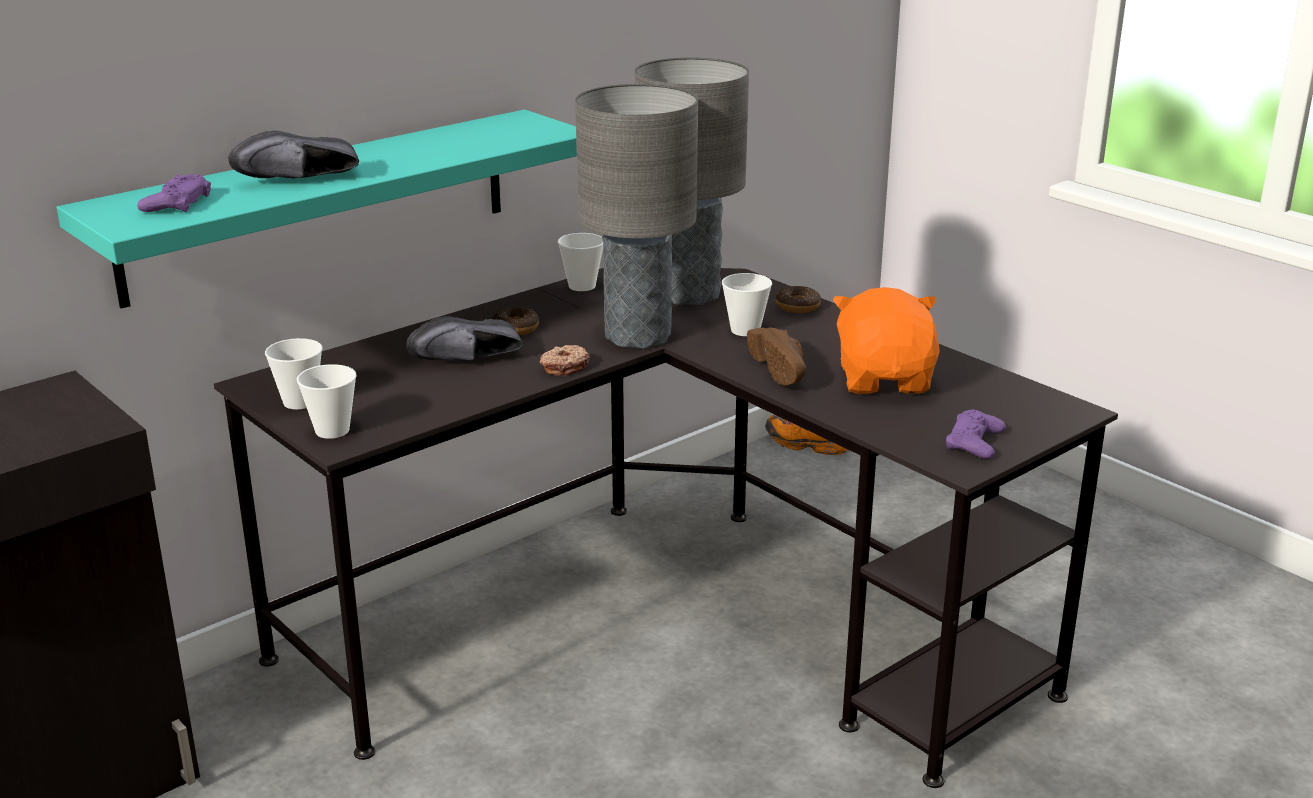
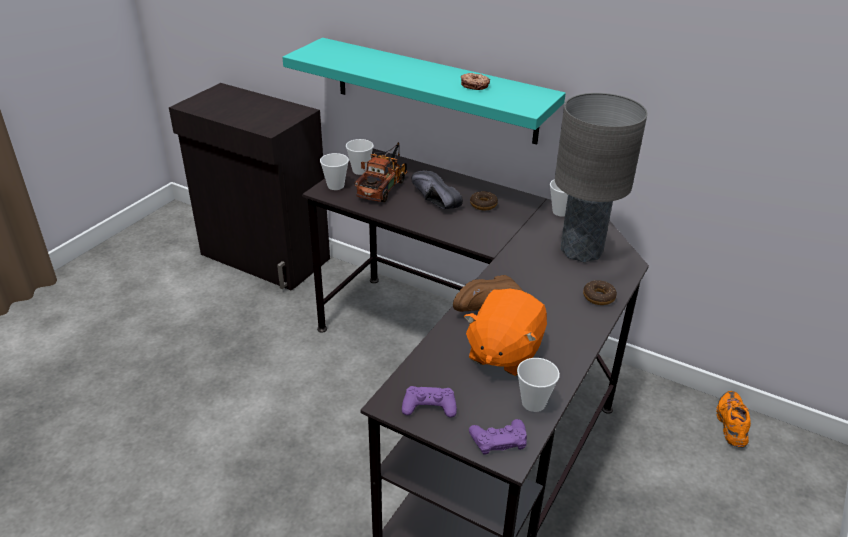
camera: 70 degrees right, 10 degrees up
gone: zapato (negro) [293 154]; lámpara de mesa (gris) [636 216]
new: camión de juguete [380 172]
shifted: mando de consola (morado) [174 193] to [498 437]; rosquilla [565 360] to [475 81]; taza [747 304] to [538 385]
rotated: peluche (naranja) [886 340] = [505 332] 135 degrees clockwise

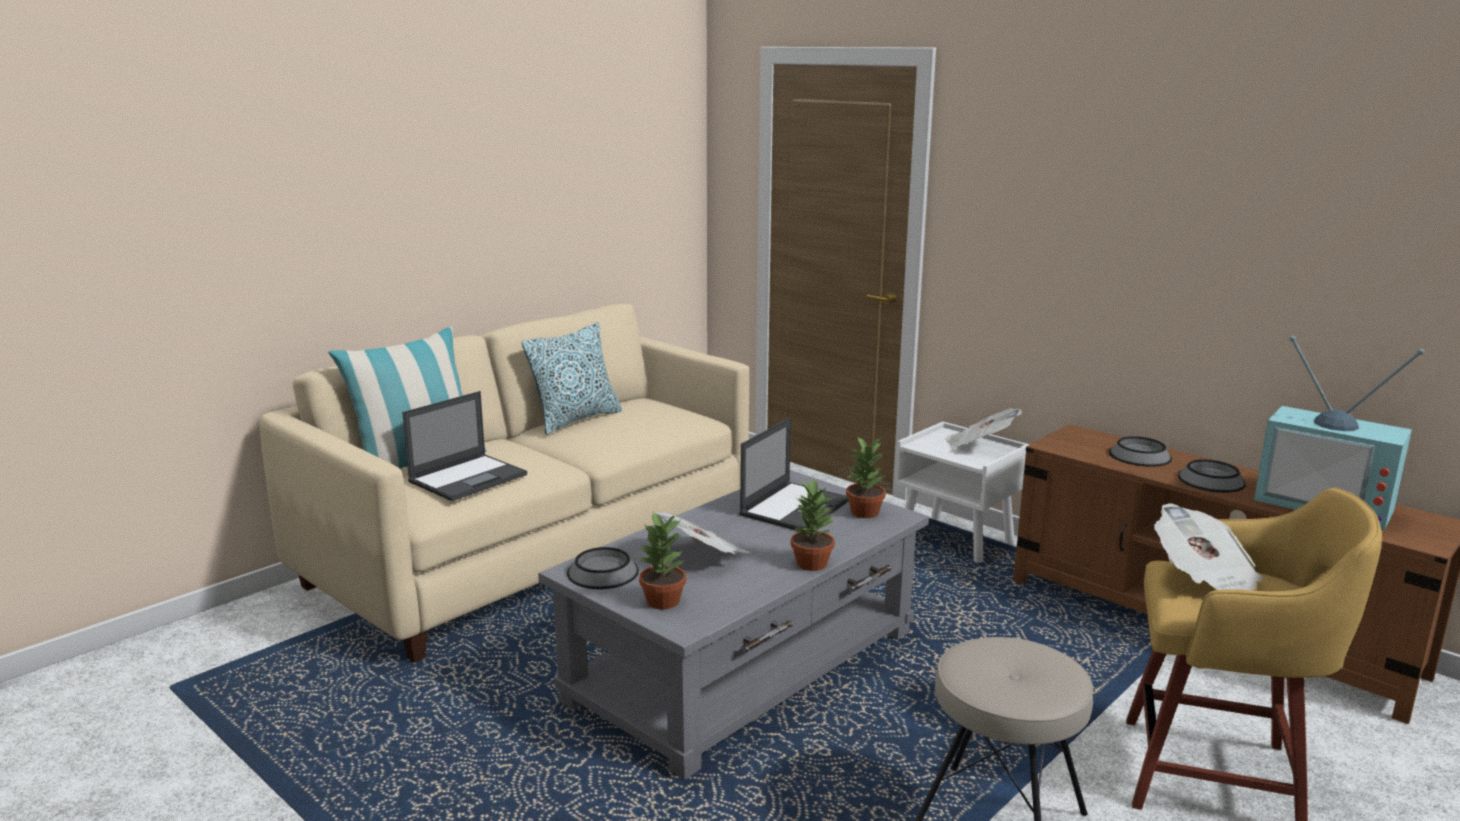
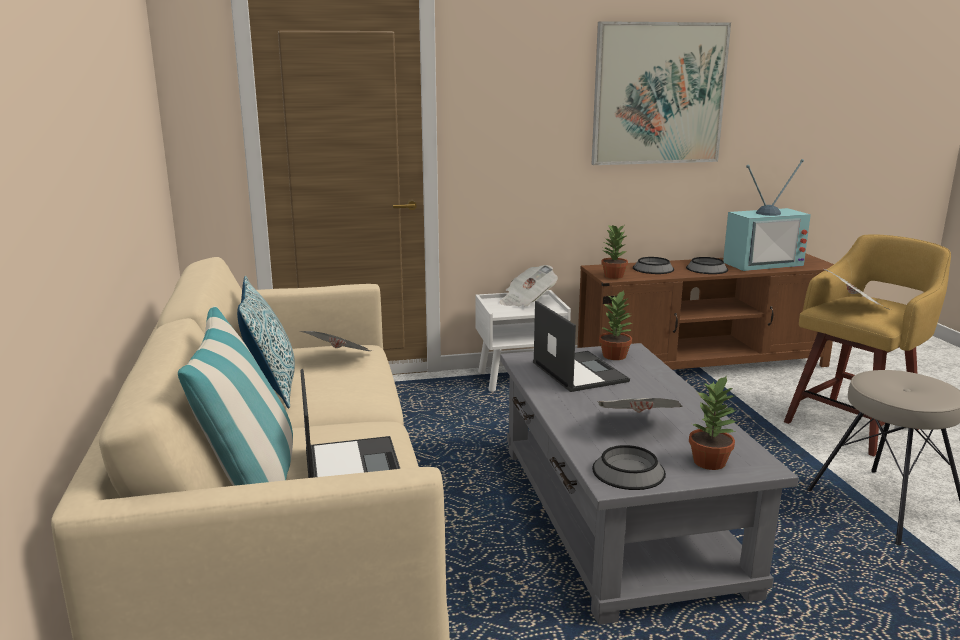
camera: 55 degrees left, 0 degrees up
new: periódico [337 341]; cuadro [661 93]
shifted: planta en maceta [813 524] to [614 252]

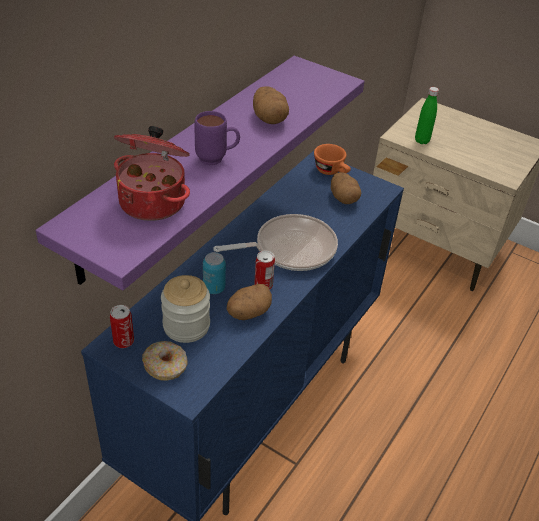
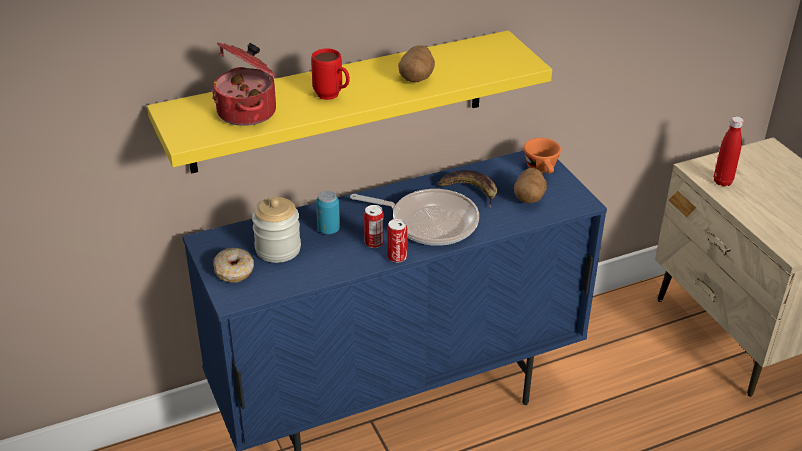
camera: 35 degrees right, 5 degrees down
gone: patata [249 302]
new: plátano [467 189]
shifted: lata [122 326] to [397 241]
repainted: estante (morado) [200 173] to estante (amarillo) [349 102]; taza grande (morado) [217 138] to taza grande (rojo) [330 74]; botella (verde) [427 115] to botella (rojo) [729 151]

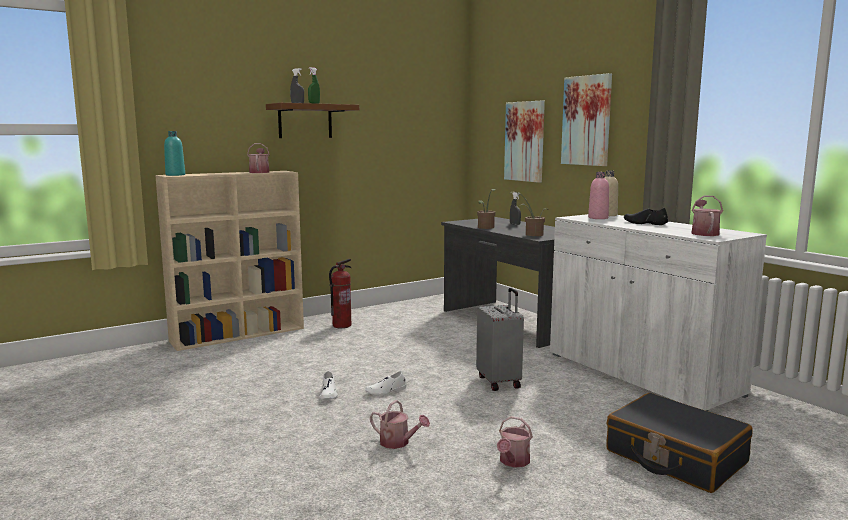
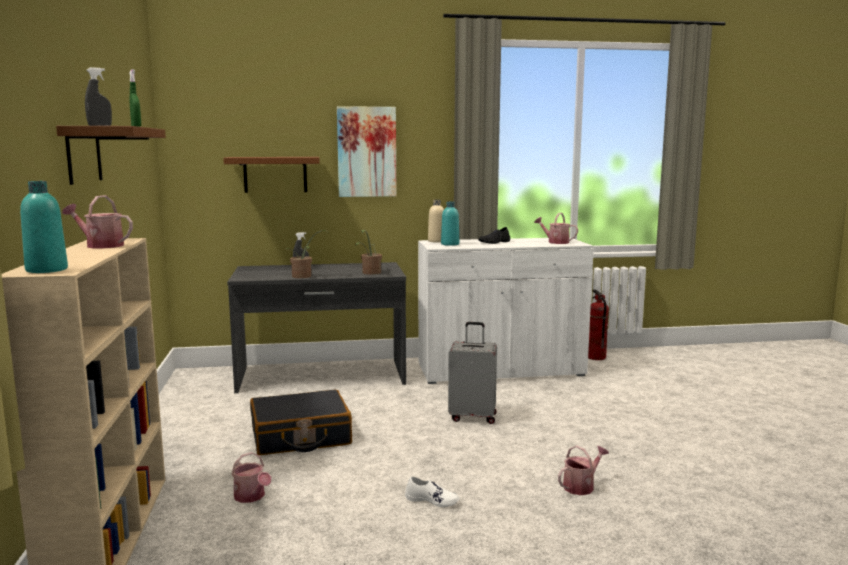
camera: 65 degrees left, 0 degrees up
gone: zapato (blanco) [385 383]
shifted: extintor [340 293] to [598 324]; regadera [515 442] to [251 477]; maleta (negro) [679 443] to [301 422]
swapped: cuadro [524 141] to estante (marrón) [271 175]
repainted: botella (rosa) [598 195] to botella (turquesa) [450 223]

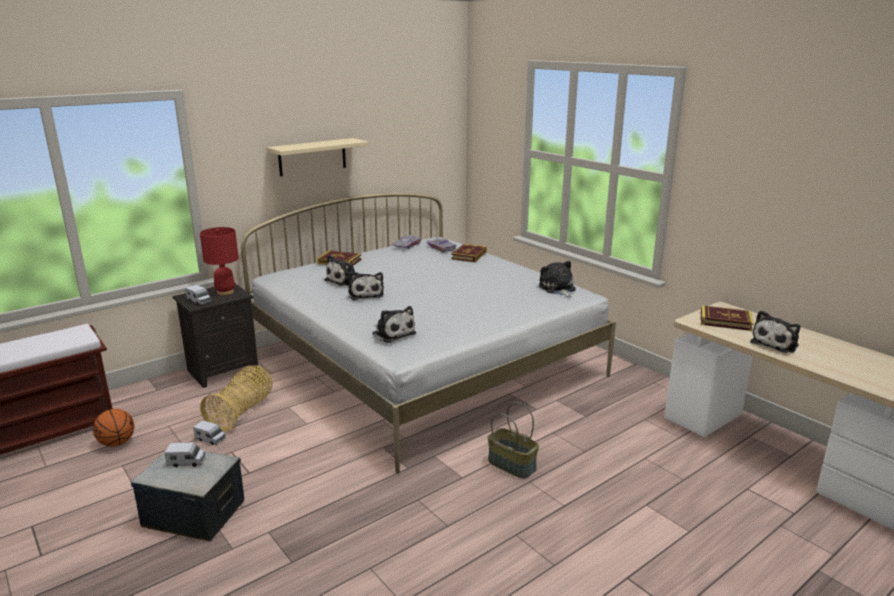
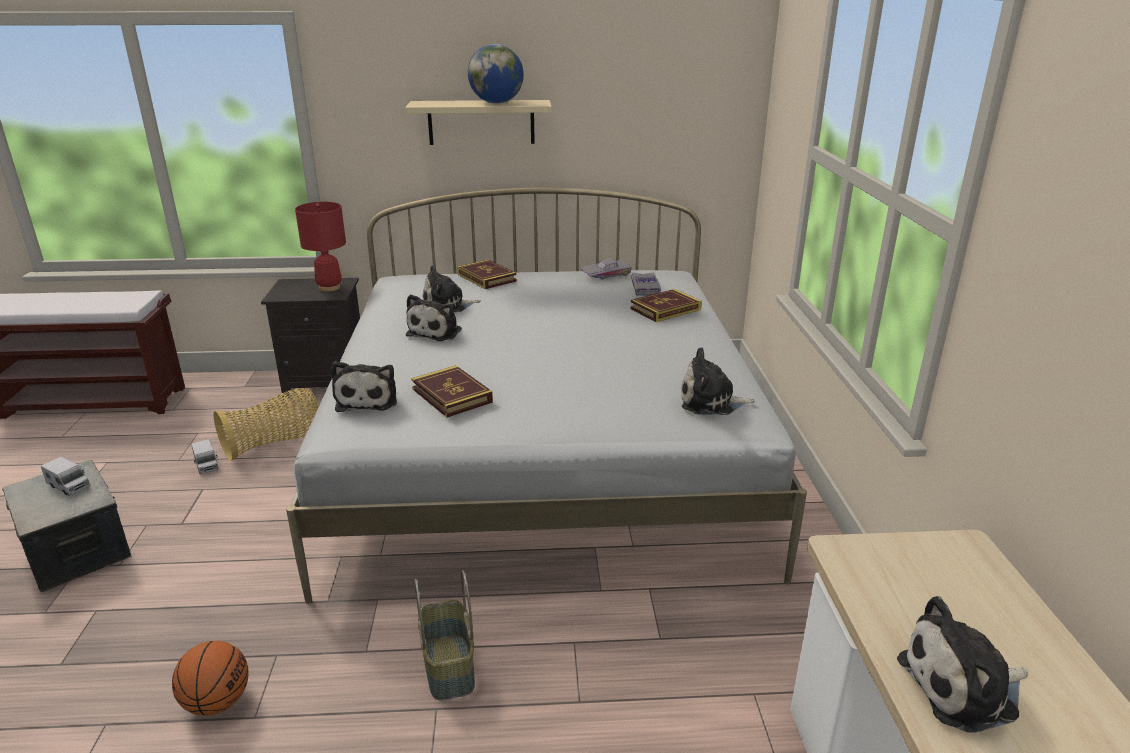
camera: 35 degrees right, 5 degrees up
gone: camión de juguete [198 294]
new: globo terráqueo [496 74]
shifted: balón de baloncesto [113 428] to [210 678]; libro [727 318] to [452 391]
rotated: peluche [557 279] = [718 381] 105 degrees counterclockwise

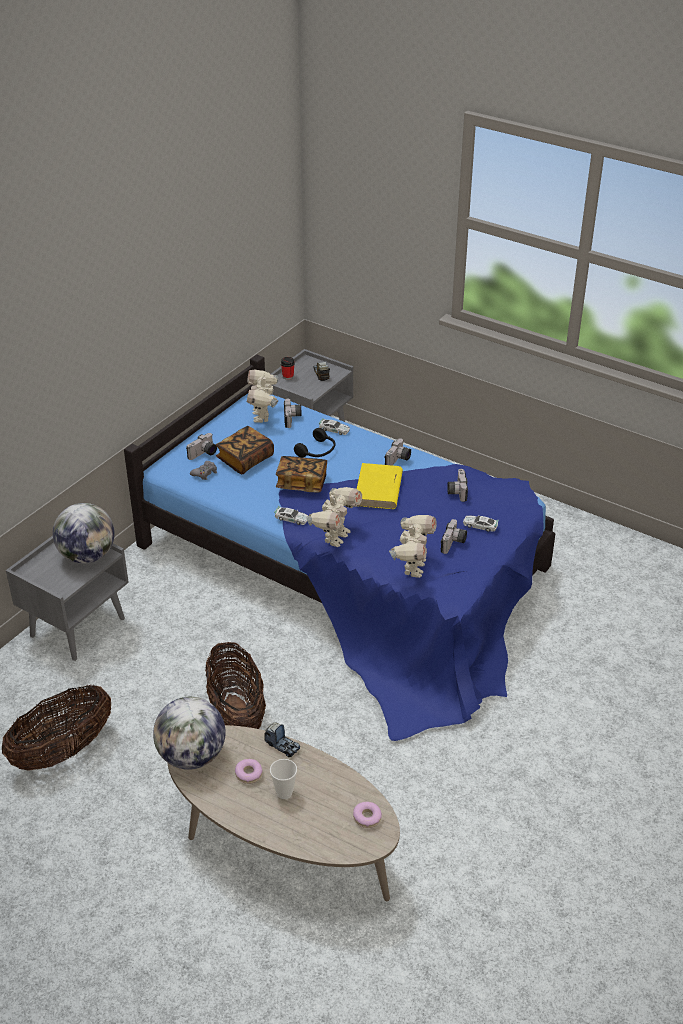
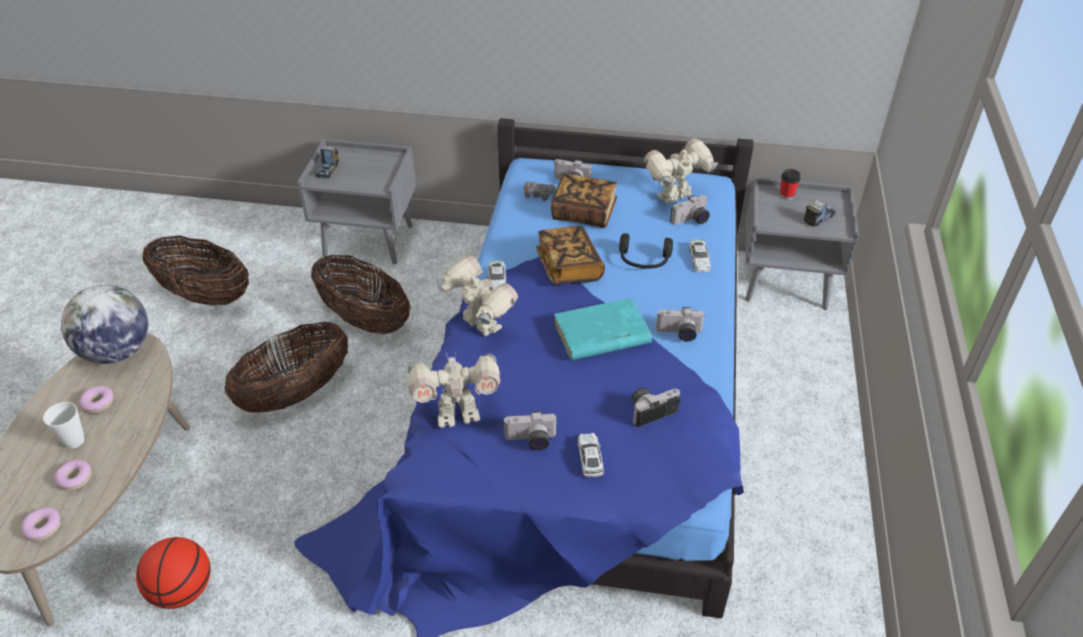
camera: 65 degrees right, 5 degrees up
gone: globo terráqueo [84 533]
new: rosquilla [73 475]; balón de baloncesto [173 573]; cesta [361 294]
shifted: camión de juguete [282 740] to [327 162]
repainted: libro (amarillo) [380 486] to libro (turquesa) [603 329]
rotated: robot de juguete [334 517] = [477 295] 135 degrees counterclockwise

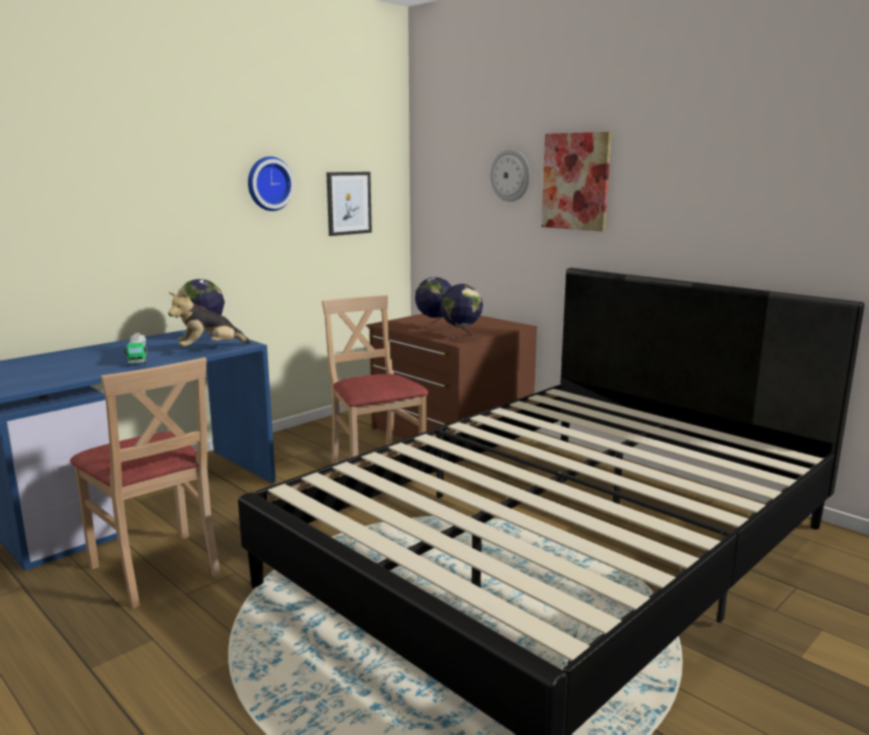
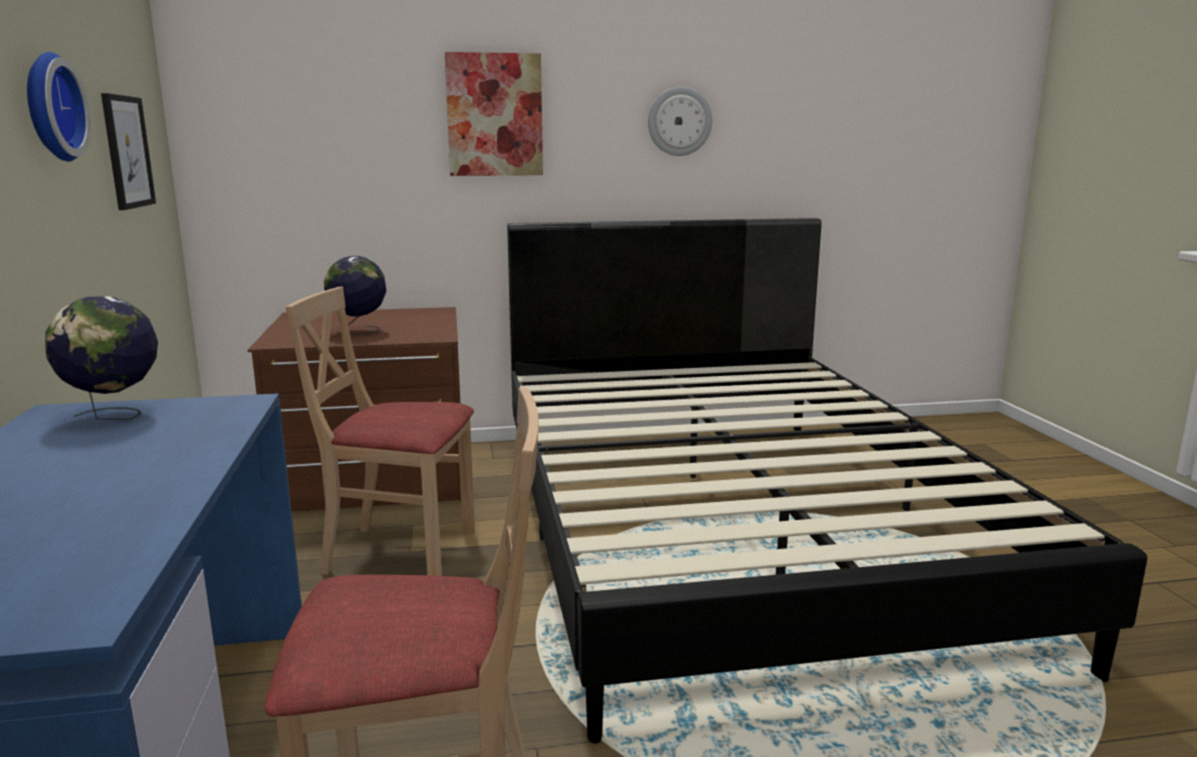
camera: 55 degrees left, 0 degrees up
gone: camión de juguete [135 349]; peluche [210 319]; globo terráqueo [461 313]
shifted: reloj de pared [510 175] to [680 121]

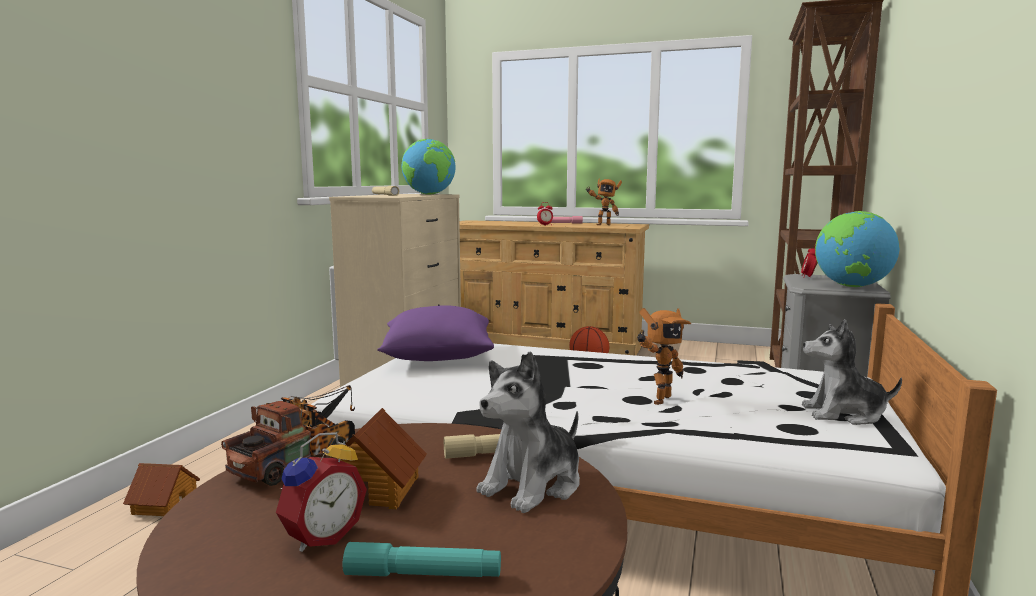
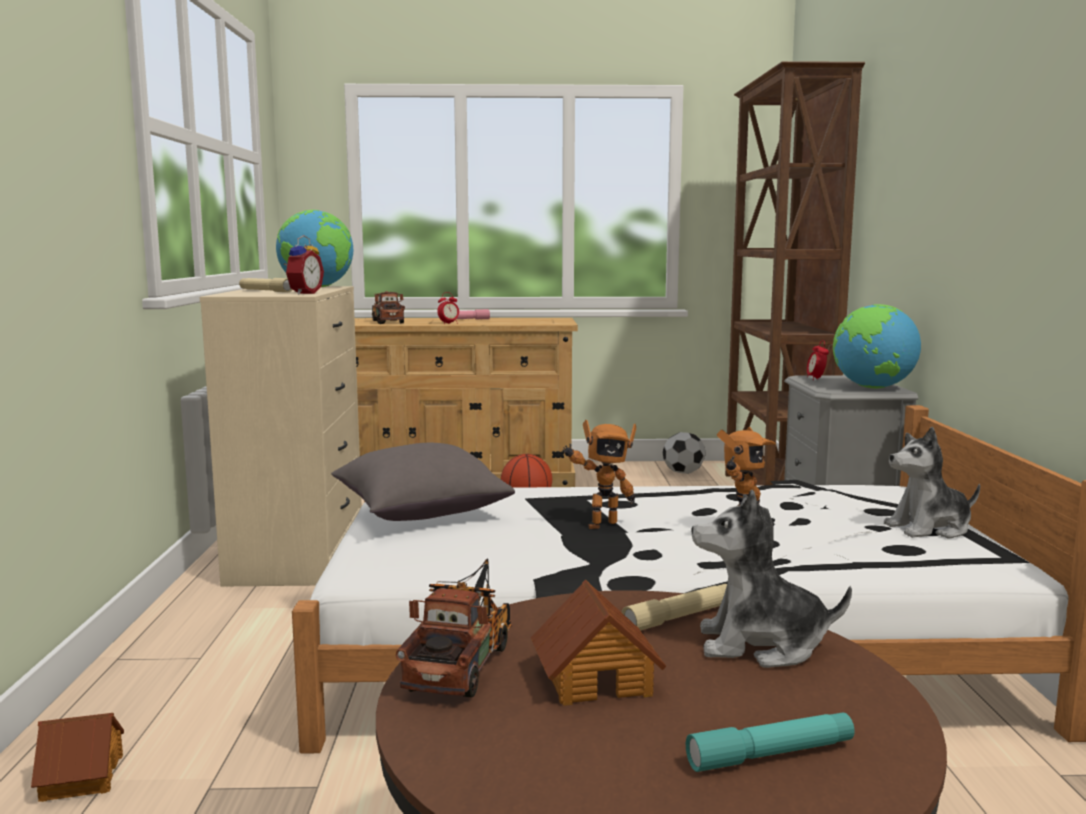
camera: 20 degrees left, 0 degrees up
new: camión de juguete [388 307]; balón de fútbol [684 453]
shifted: despertador [321 492] to [304 265]; robot de juguete [604 201] to [599 474]
repainted: cojín (morado) [435 333] to cojín (gris) [423 482]
rotated: peluche [528 432] = [771 579] 75 degrees clockwise

